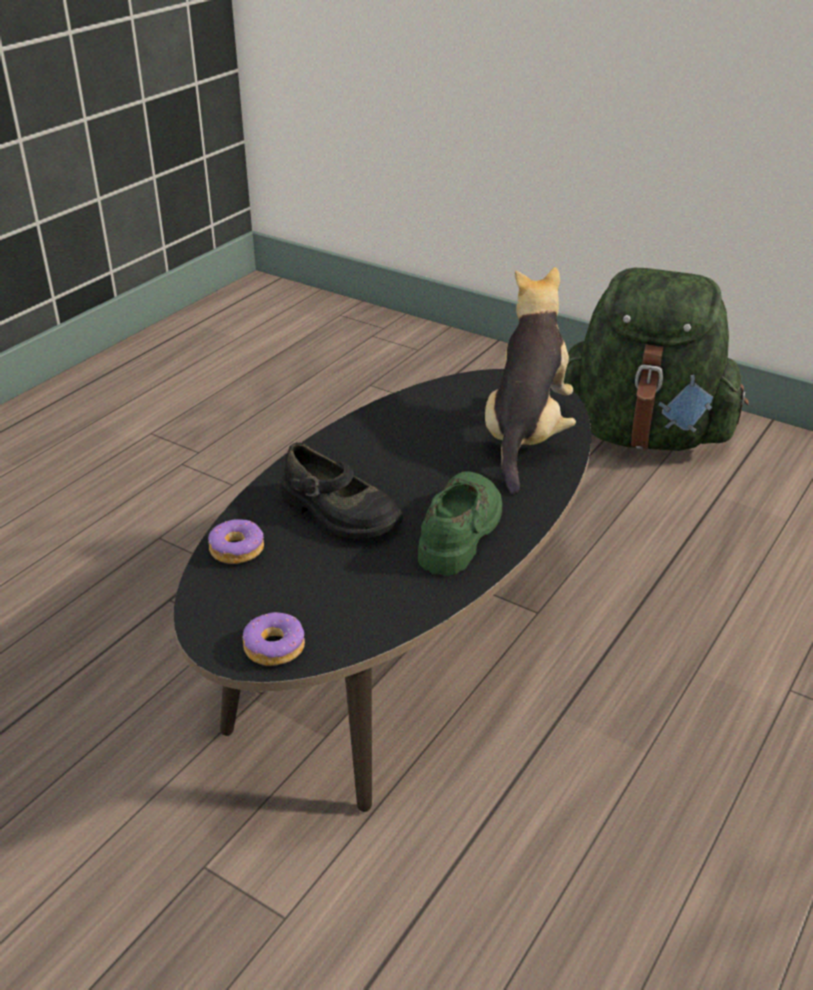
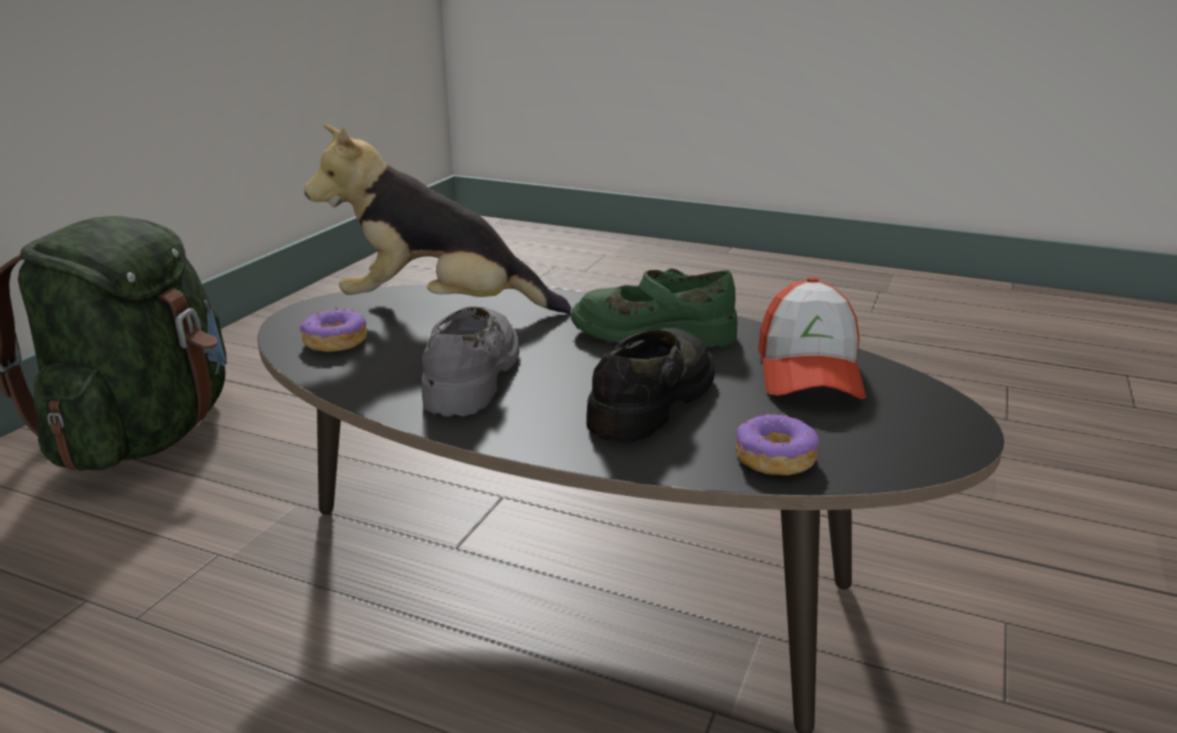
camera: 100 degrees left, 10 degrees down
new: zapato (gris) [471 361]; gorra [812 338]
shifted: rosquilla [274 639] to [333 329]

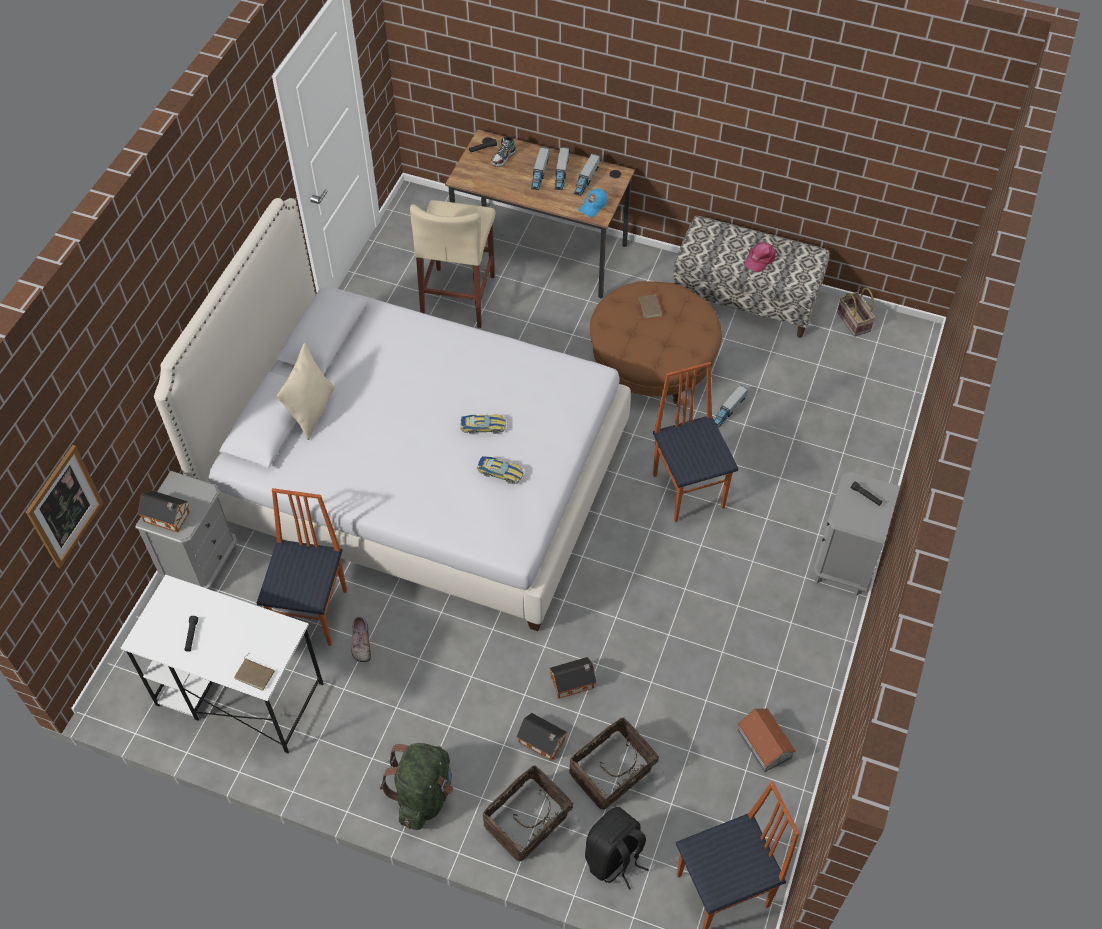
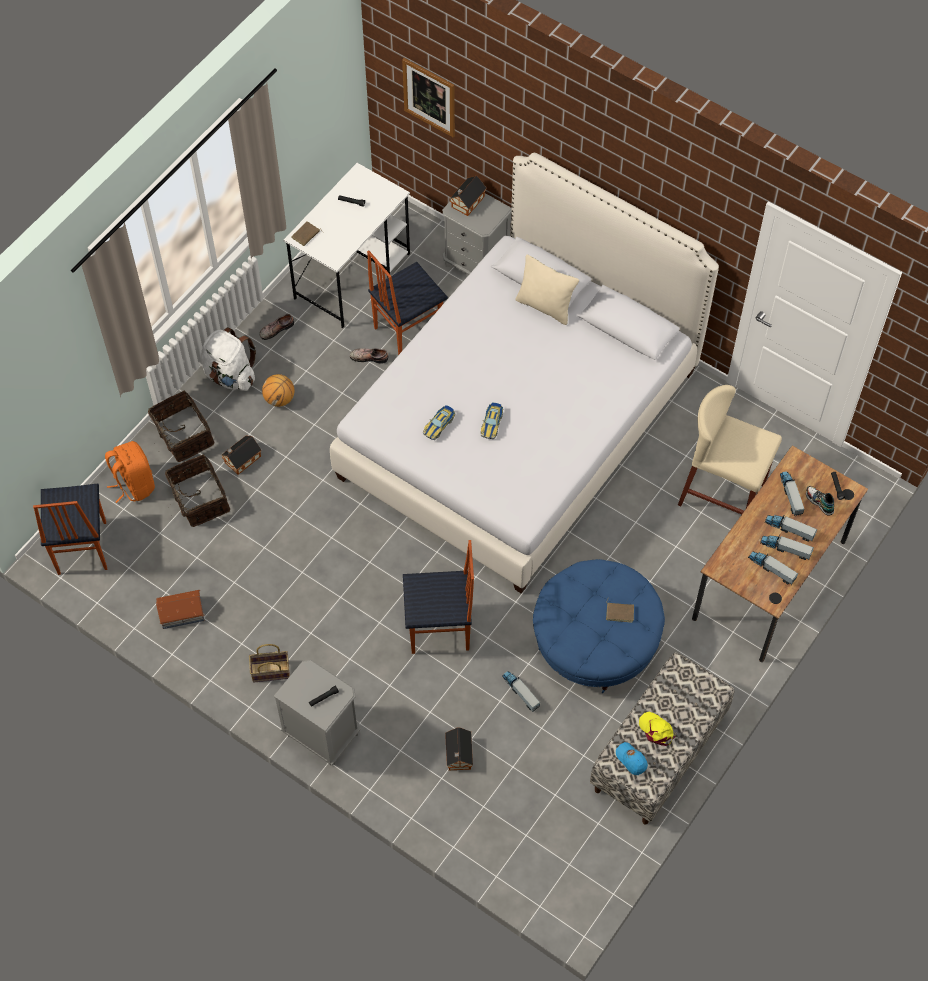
camera: 105 degrees right, 5 degrees up
new: zapato [276 327]; balón de baloncesto [278 390]; camión de juguete [792 493]
shifted: casita [573 678] to [459 748]; gorra (azul) [592 202] to [632 758]; cesta [856 312] to [269 663]
repainted: mochila (verde) [416 786] to mochila (blanco) [228 359]; mochila (negro) [617 848] to mochila (naranja) [130 472]; puf (marrón) [656 343] to puf (azul) [599 626]; gorra (rosa) [760 257] to gorra (amarillo) [657 729]
rotated: silla [302 567] = [407 302] 120 degrees clockwise

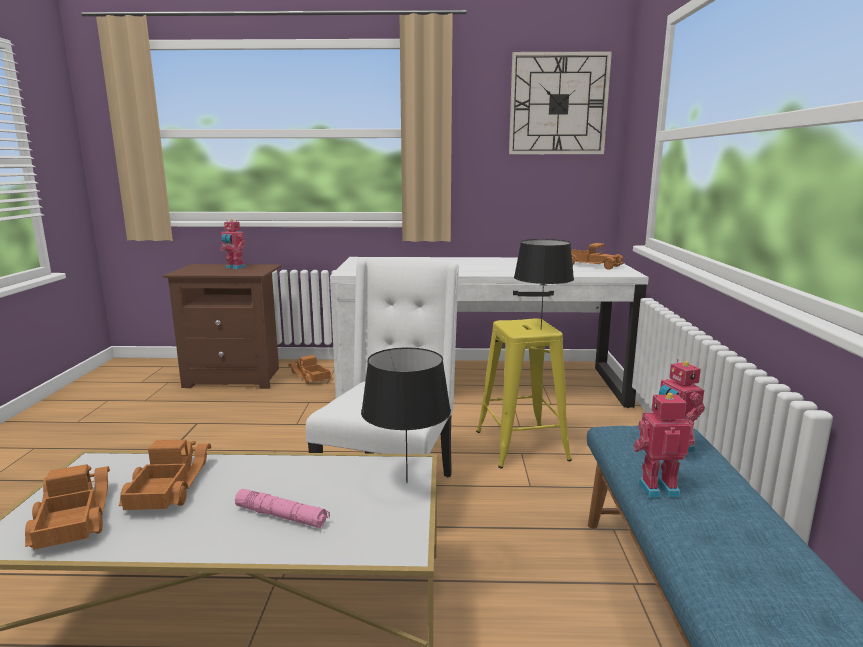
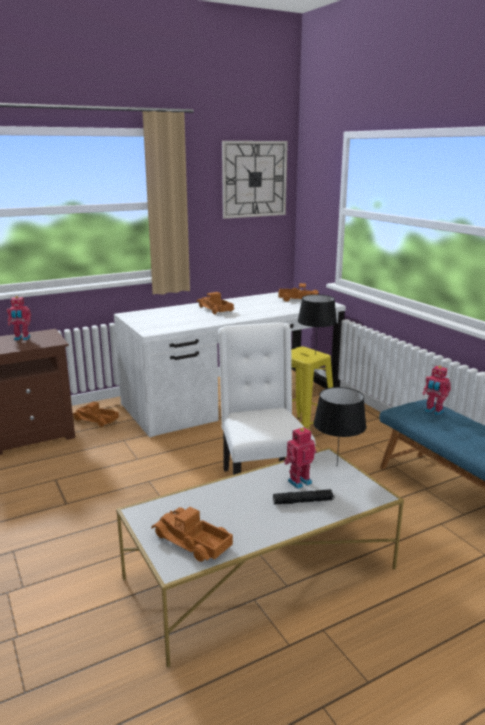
camera: 30 degrees left, 5 degrees up
shifted: camión de juguete [164 475] to [215 303]; robot de juguete [664 445] to [300 458]
repainted: linterna (rosa) [282 508] to linterna (negro) [303 497]

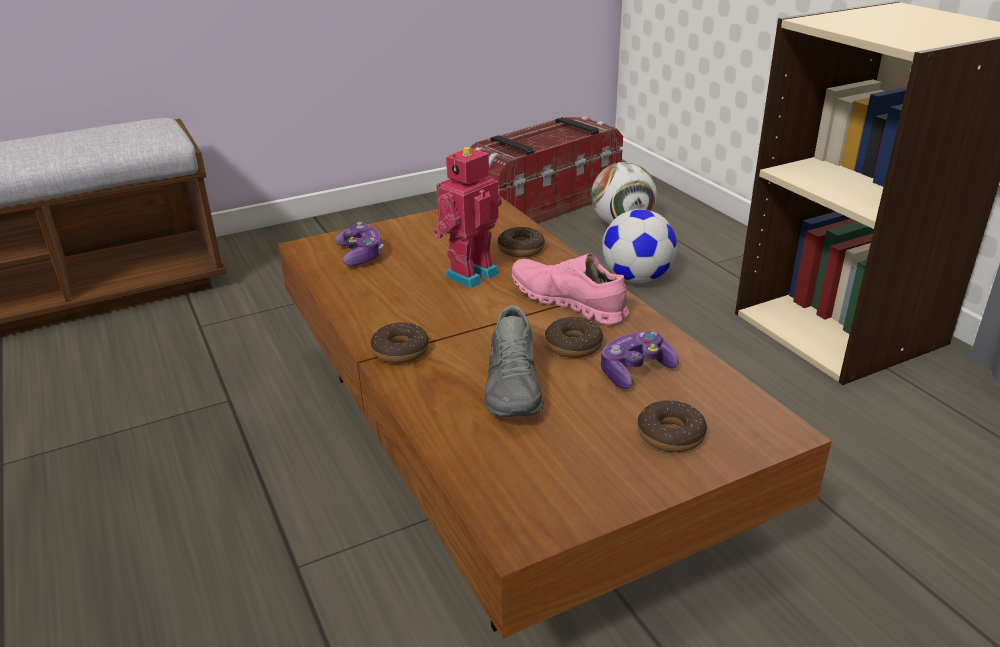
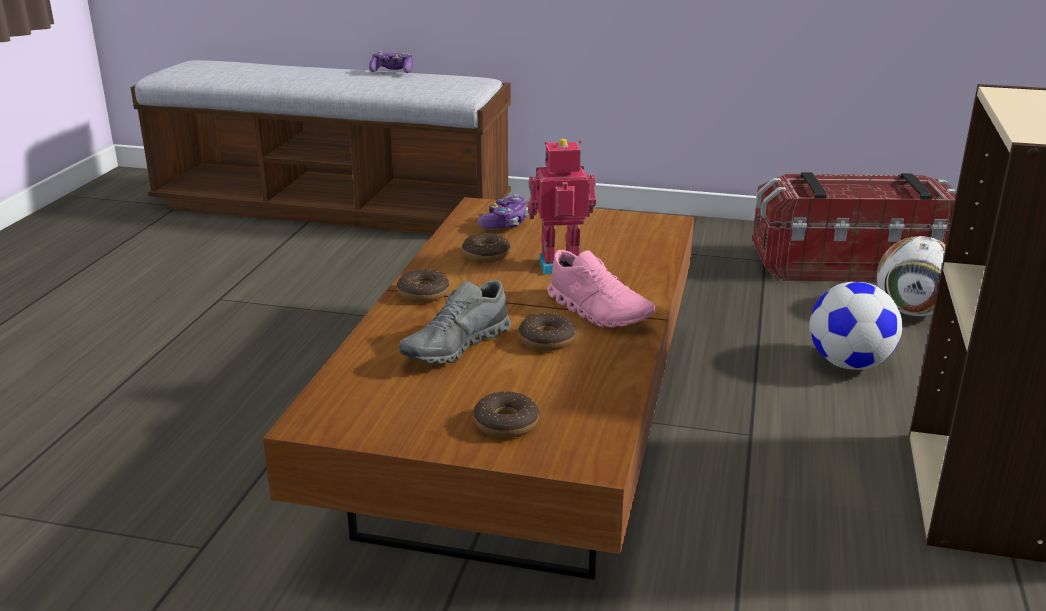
camera: 40 degrees right, 5 degrees down
shifted: rosquilla [521 242] to [486 248]; mando de consola [640 360] to [391 62]
rotated: zapato (rosa) [570 289] = [601 289] 150 degrees clockwise

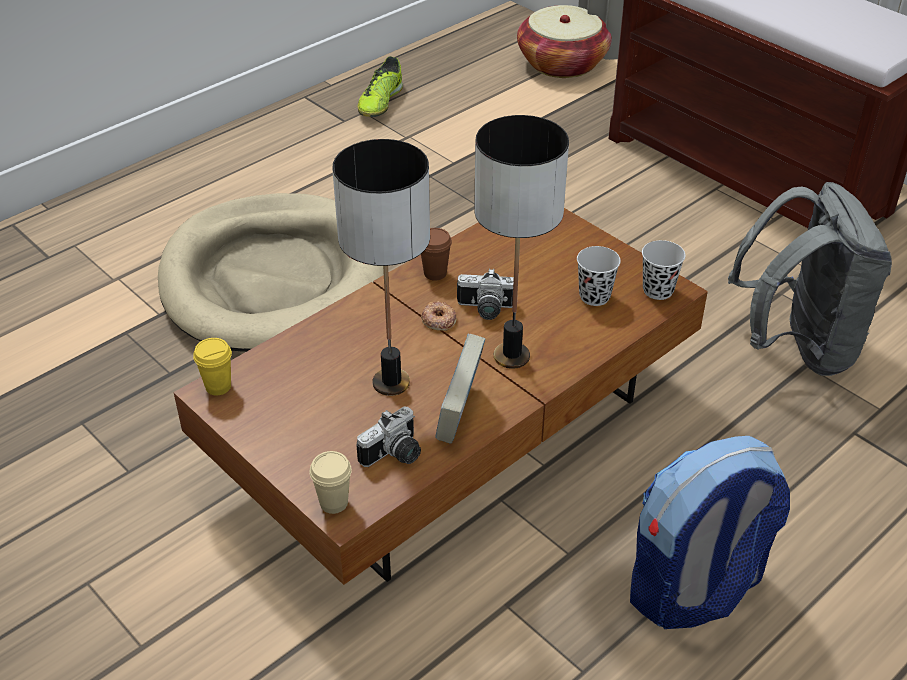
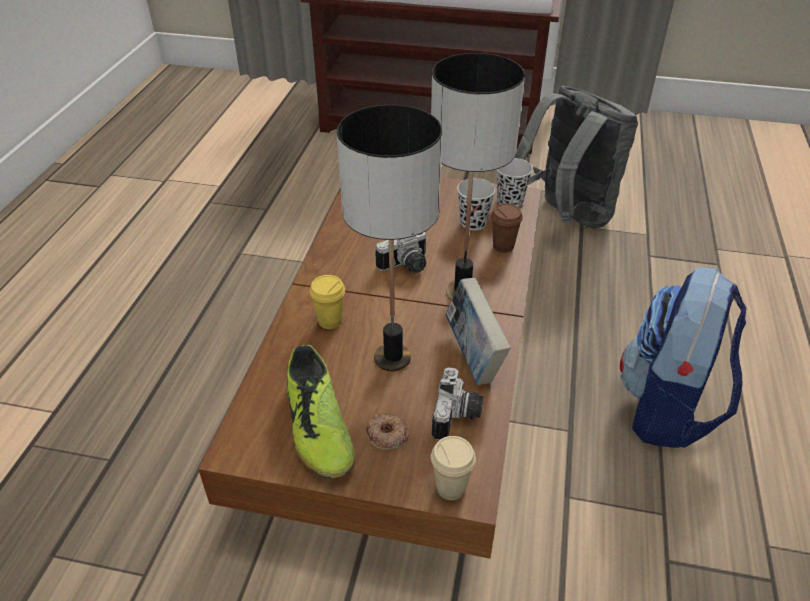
camera: 35 degrees left, 0 degrees up
gone: cama para perro (beis) [271 272]; cesta [564 41]
shifted: taza (amarillo) [212 366] to [327 302]; zapato [380 86] to [321 412]; taza (marrón) [436 254] to [507 228]; rosquilla [439 316] to [387 431]

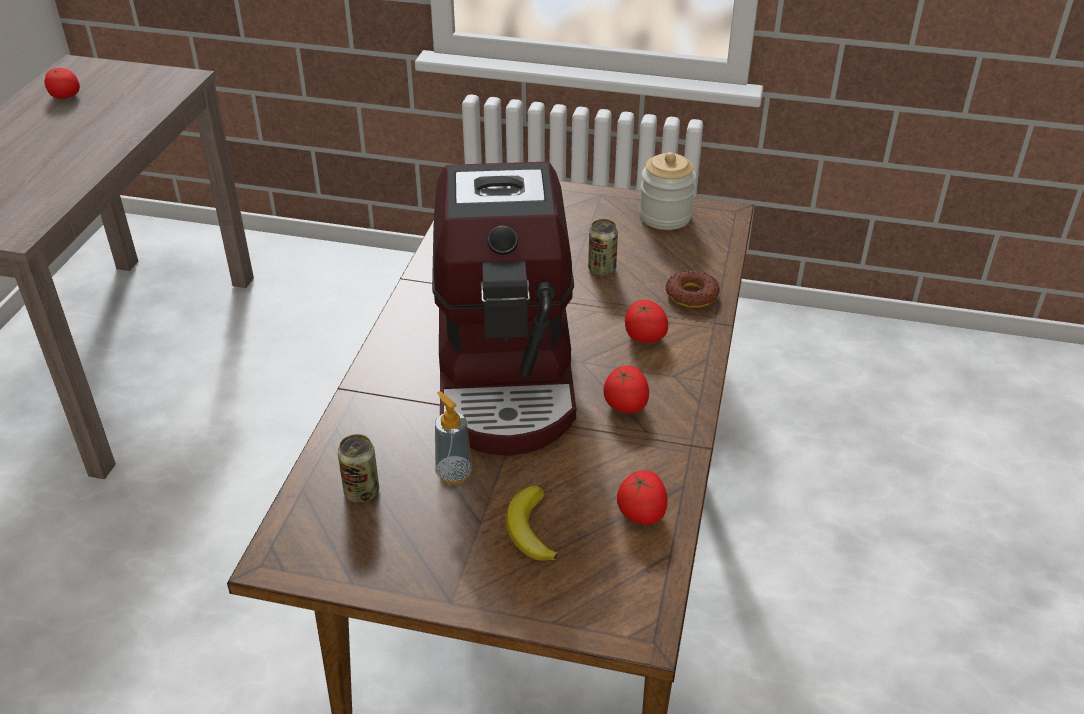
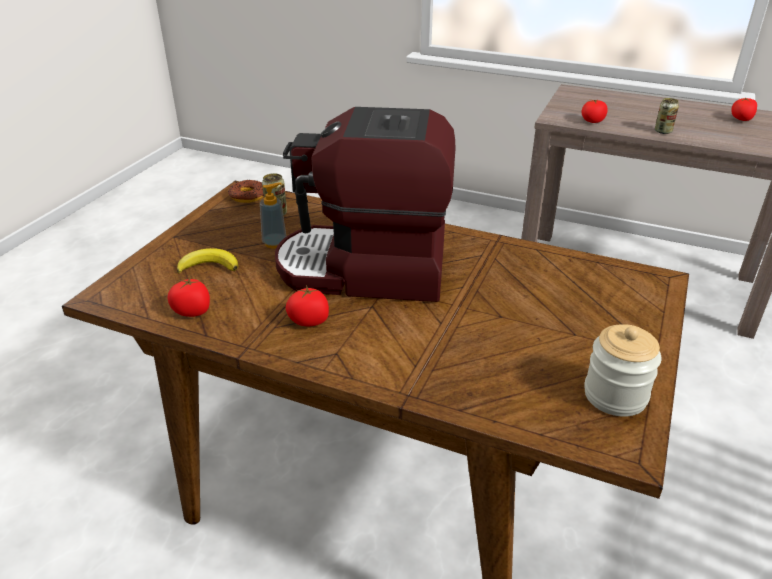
camera: 100 degrees right, 5 degrees down
shifted: lata [603 247] to [667 116]; tomate [646 321] to [595 111]; rosquilla [692 289] to [245 191]

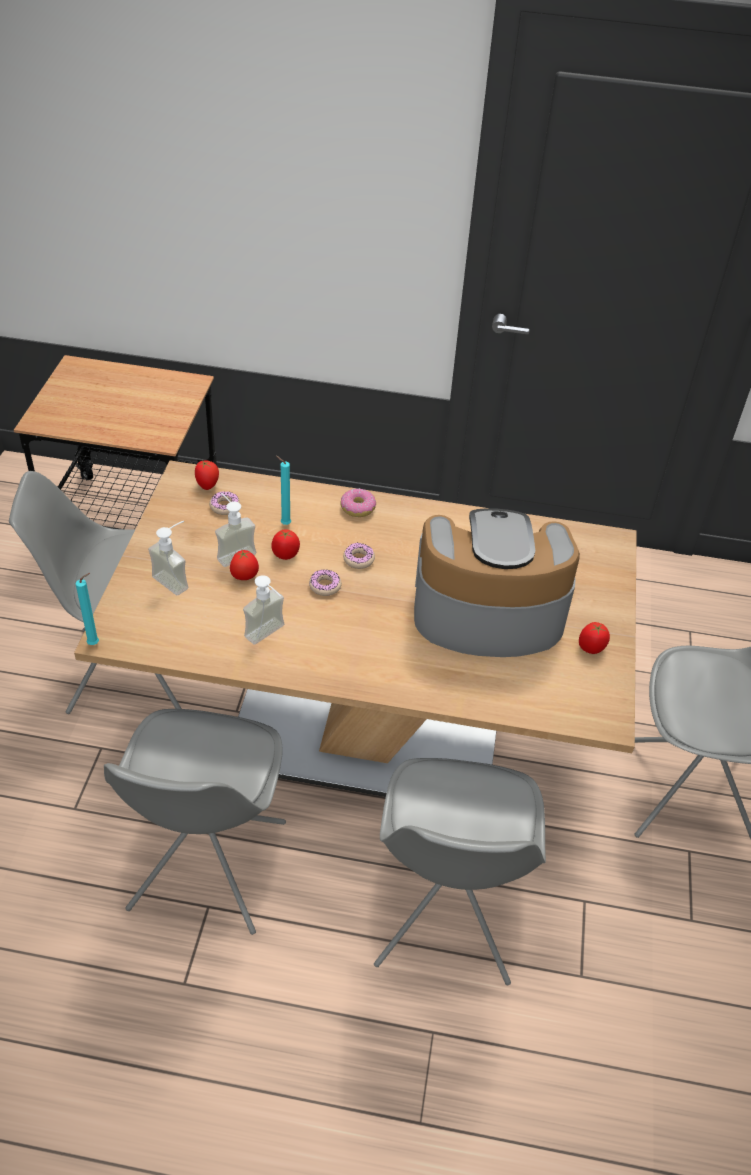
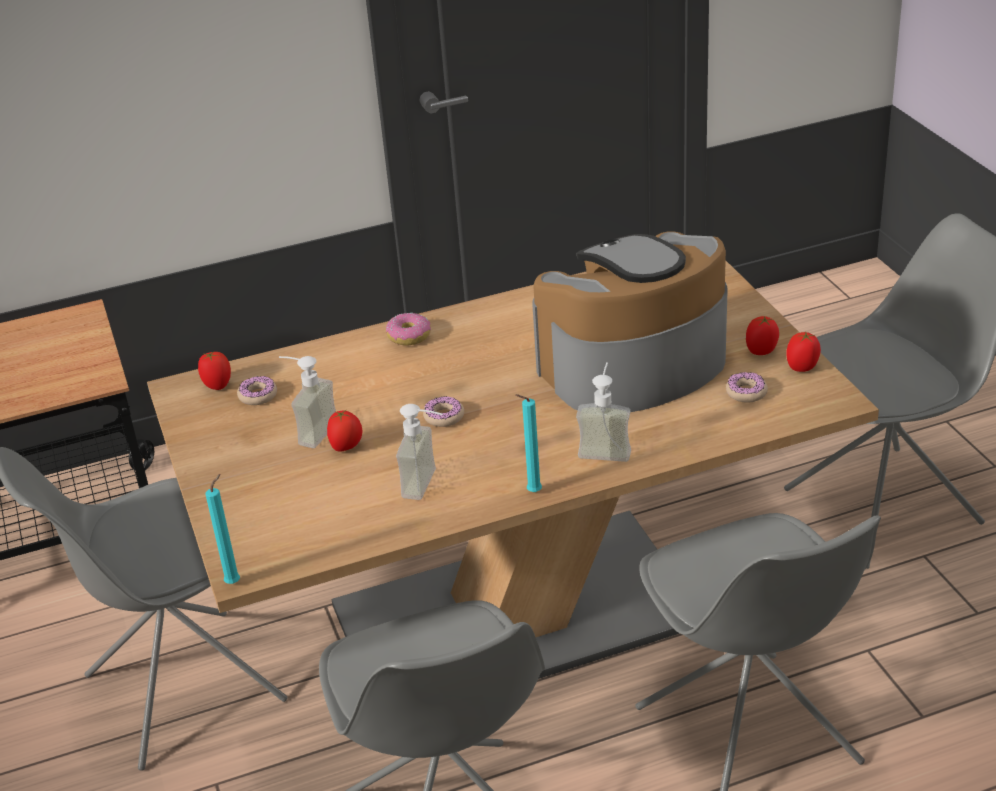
camera: 25 degrees left, 10 degrees down
shifted: dispensador de jabón [168 558] to [603 412]; tomate [285 544] to [804 352]; vela (turquesa) [283 490] to [528 443]; rosquilla [359 556] to [747 387]

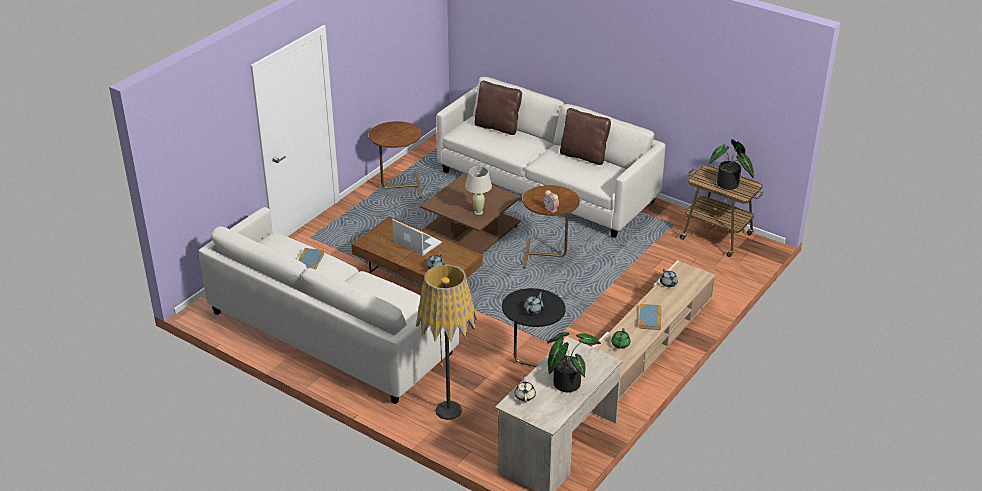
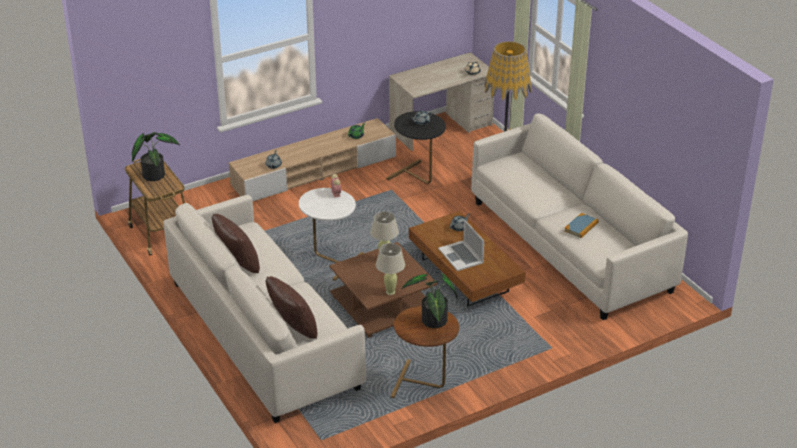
camera: 155 degrees left, 0 degrees up
gone: libro [650 317]
new: lámpara de mesa (beis) [390 269]
shifted: planta en maceta [574 362] to [429 300]
repainted: mesa auxiliar (marrón) [551 227] to mesa auxiliar (blanco) [331 234]

